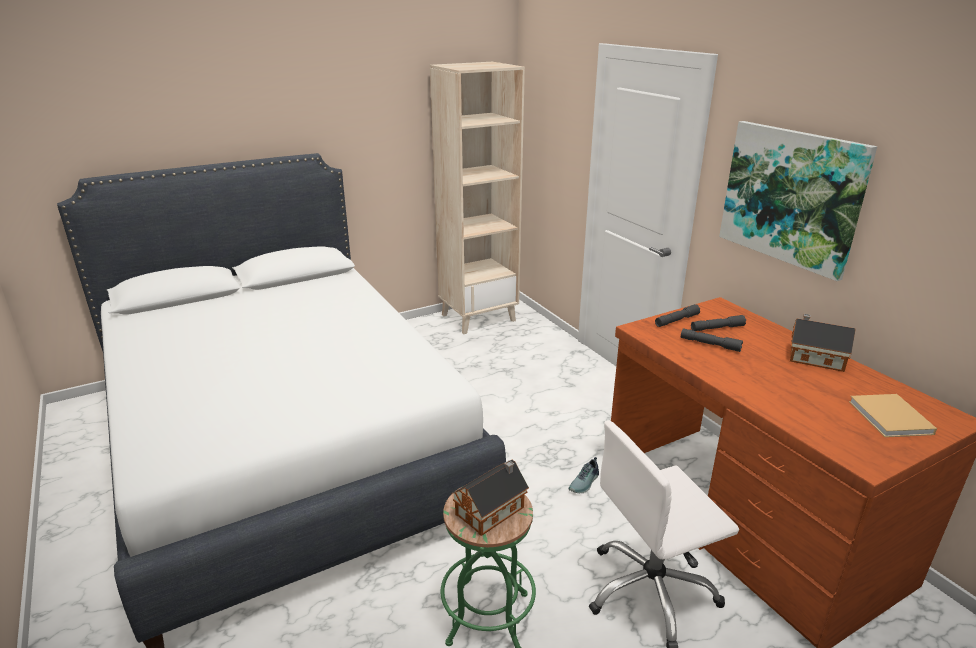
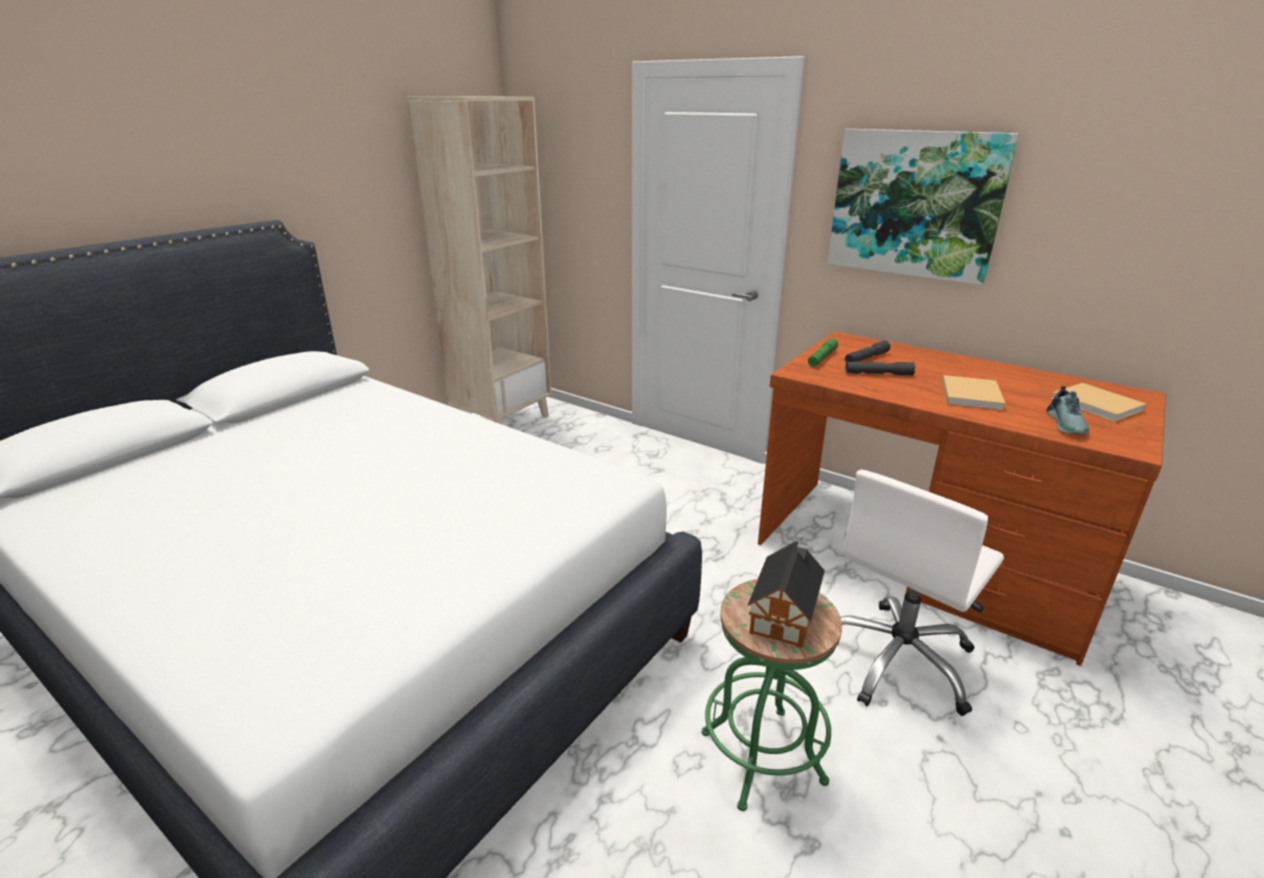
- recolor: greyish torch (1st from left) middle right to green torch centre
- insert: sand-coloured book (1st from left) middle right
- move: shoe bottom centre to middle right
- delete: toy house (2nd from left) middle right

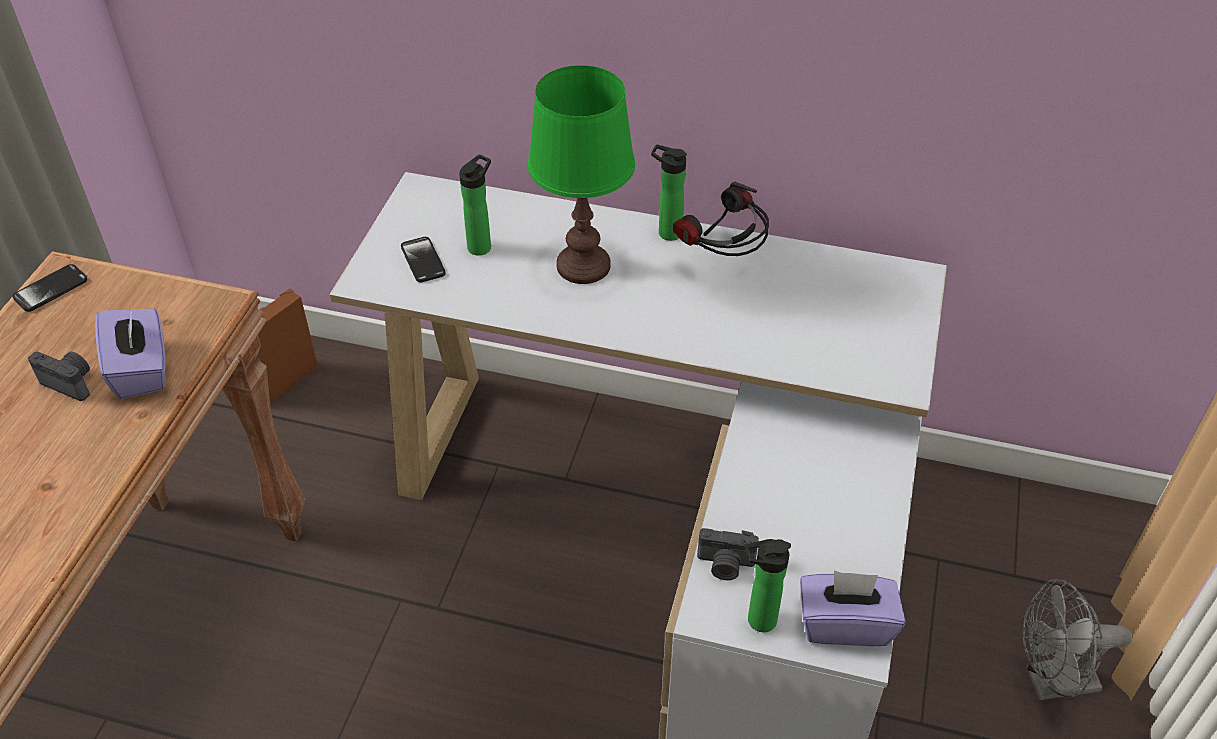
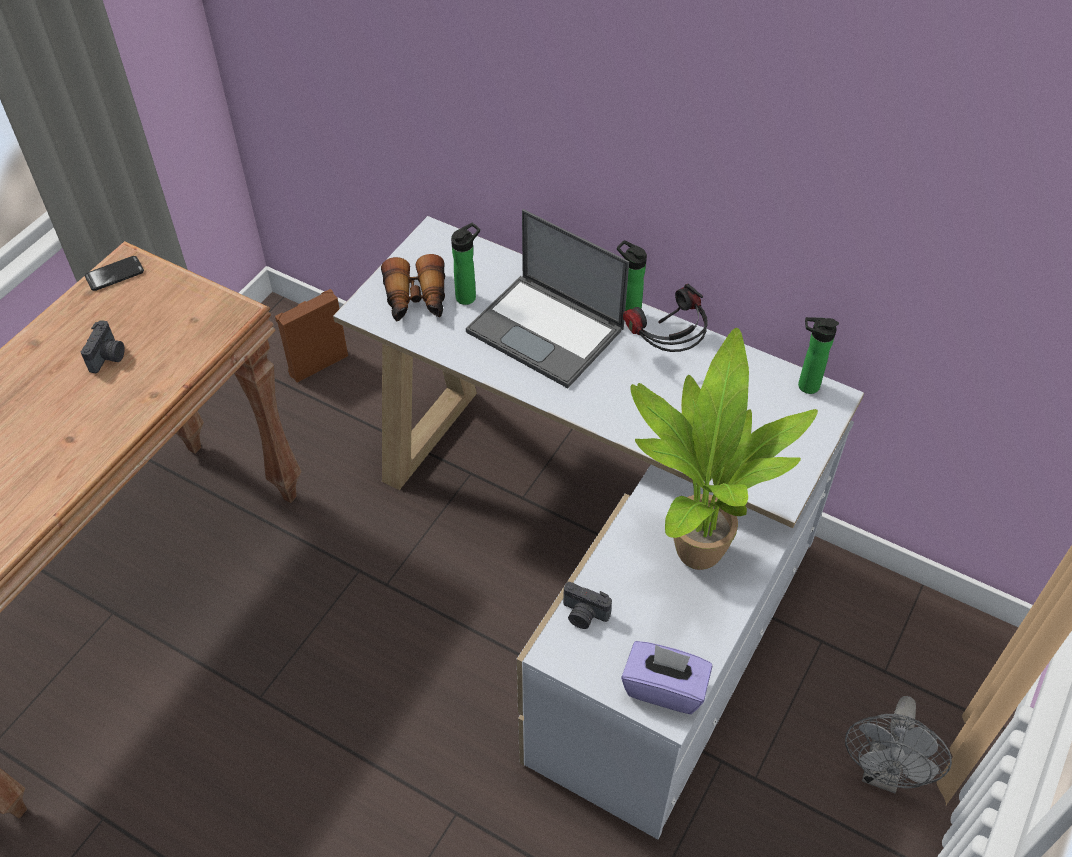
- rotate: still camera (1st from left) middle left = middle left 60 degrees clockwise
- replace: handset (2nd from left) centre to binoculars centre
- replace: green tabletop lamp top centre to notebook computer centre
- insert: plant in a pot middle right
- move: drink bottle (3rd from left) bottom centre to middle right
- rotate: greyish electric fan bottom right = bottom right 75 degrees counterclockwise
- delete: purple box of tissues (1st from left) middle left

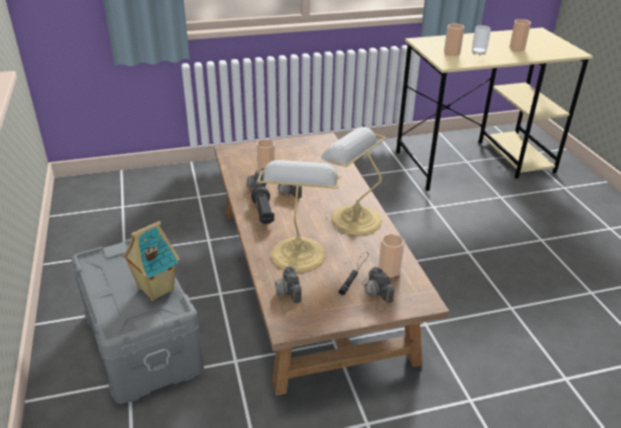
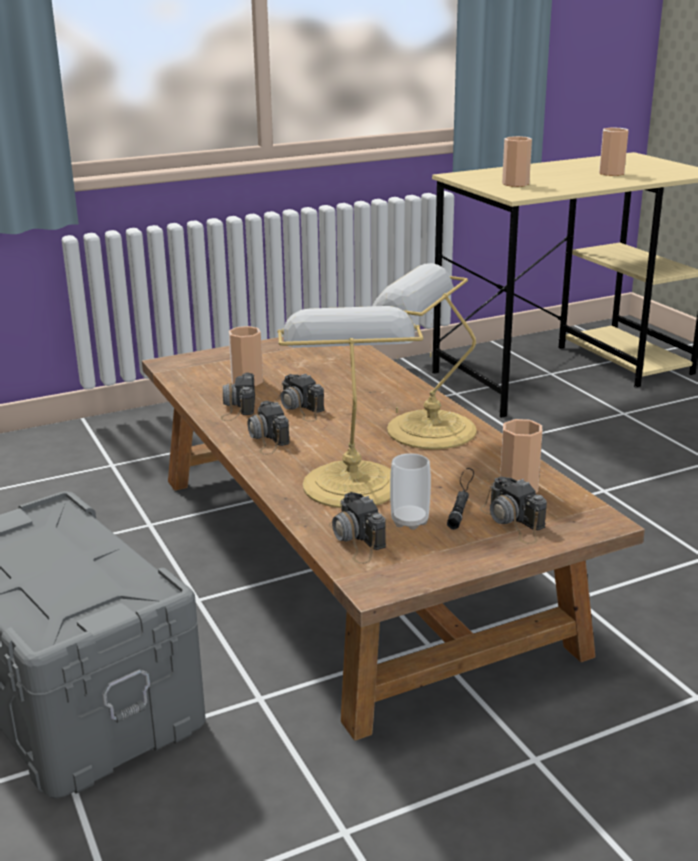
- replace: black-coloured torch (1st from left) centre to still camera (2nd from left) centre
- move: small cup (4th from left in the first image) top right to small cup (2nd from left) centre
- delete: toy house middle left

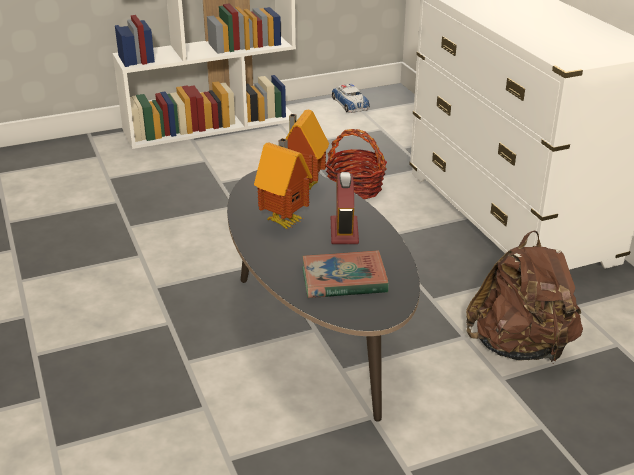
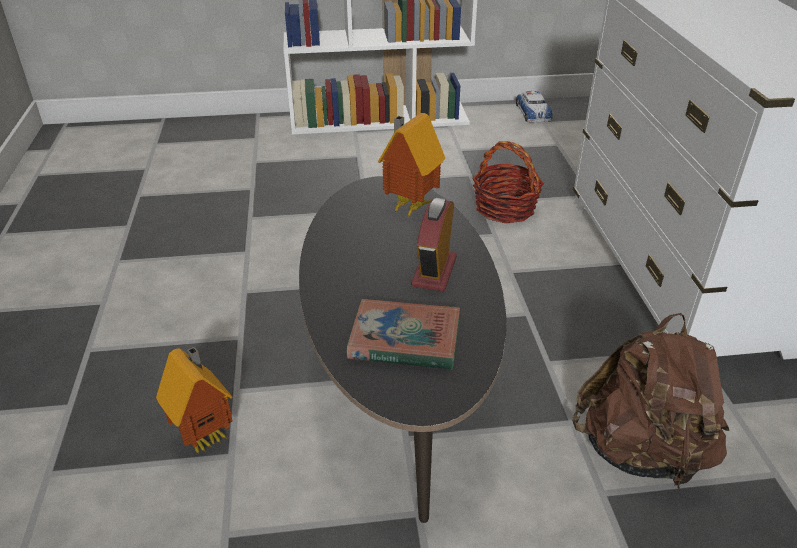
- move: toy house (1st from left) centre to bottom left

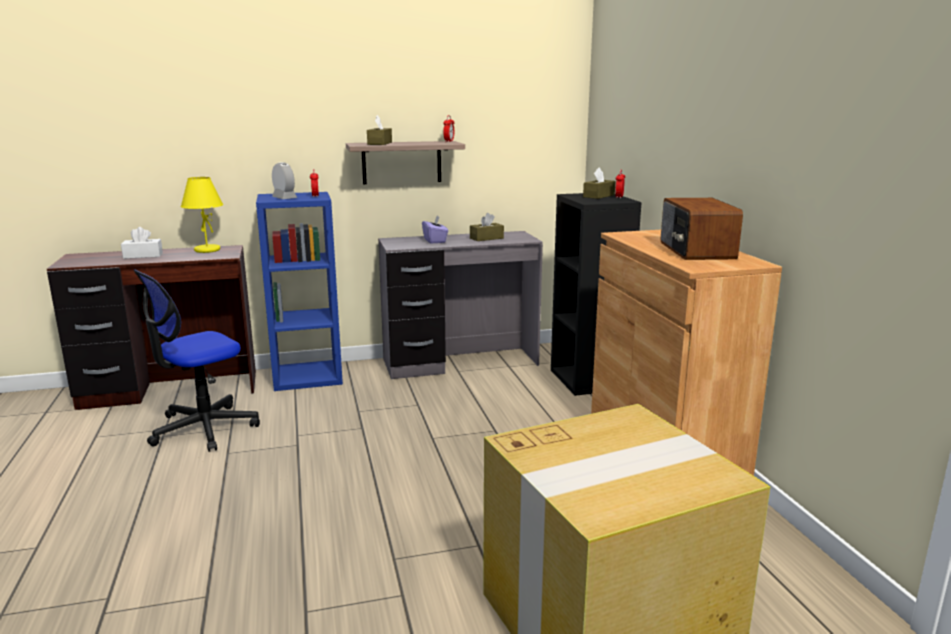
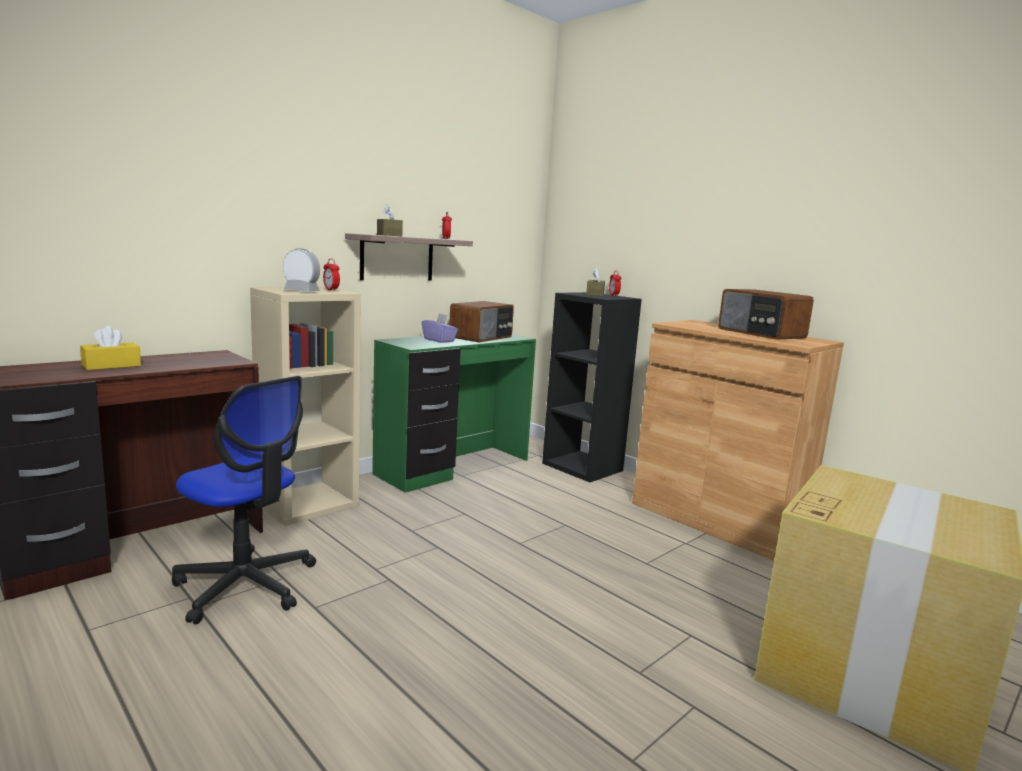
- recolor: white-coloured box of tissues middle left to yellowish box of tissues middle left
- rotate: office chair middle left = middle left 75 degrees counterclockwise
- recolor: blue shelving unit middle left to sand-coloured shelving unit middle left
- recolor: greyish desk centre to green desk centre
- replace: brown-coloured box of tissues (2nd from left) centre to radio receiver (1st from left) centre
- delete: yellowish tabletop lamp middle left

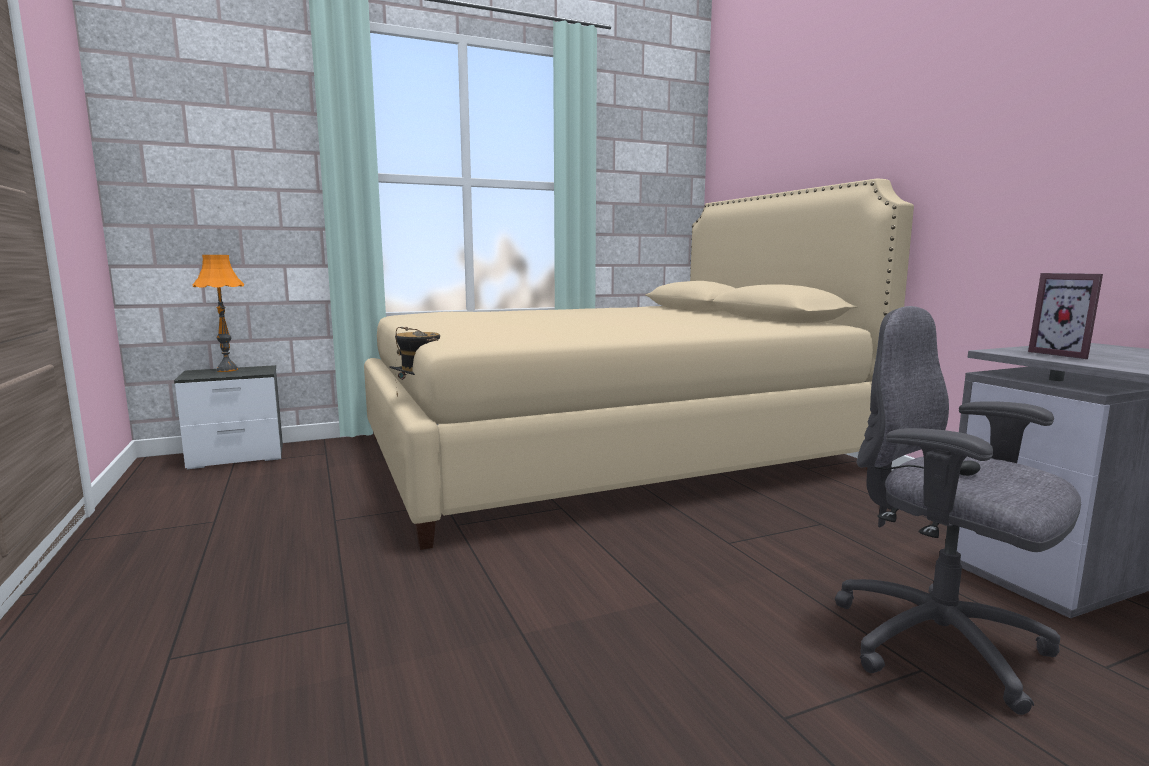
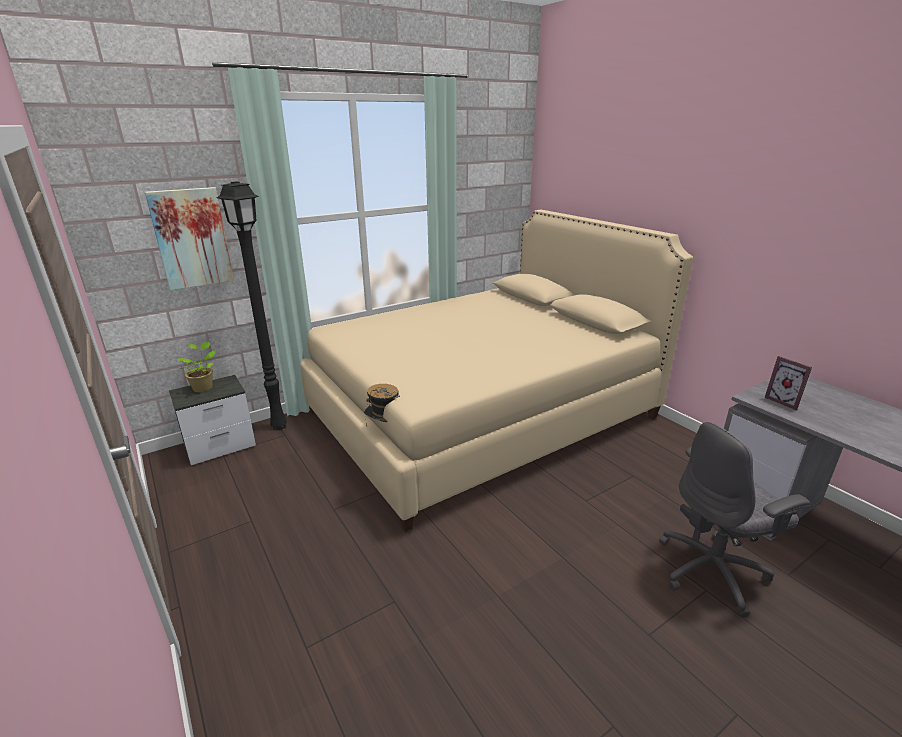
- insert: picture top left
- replace: orange tabletop lamp middle left to plant in a pot middle left
- insert: black-coloured floor lamp middle left
- rotate: greyish office chair middle right = bottom right 60 degrees counterclockwise

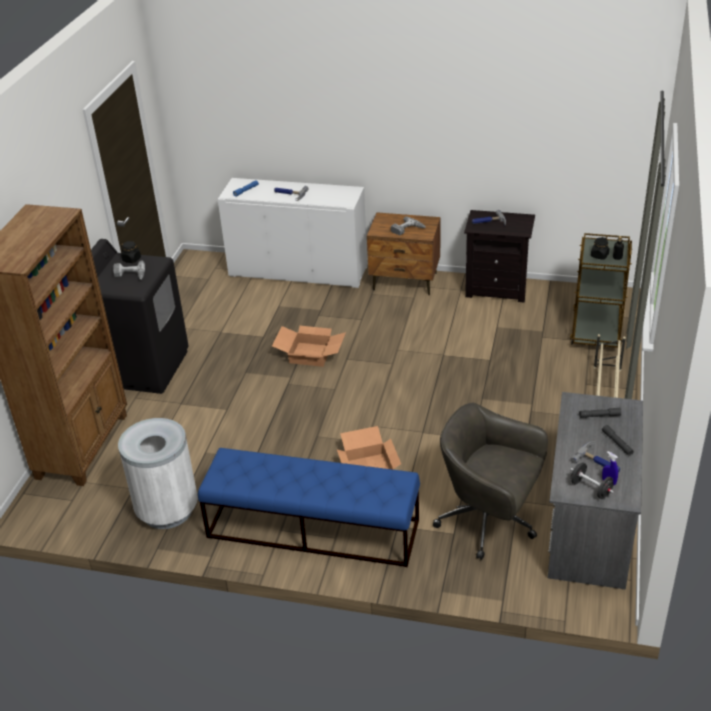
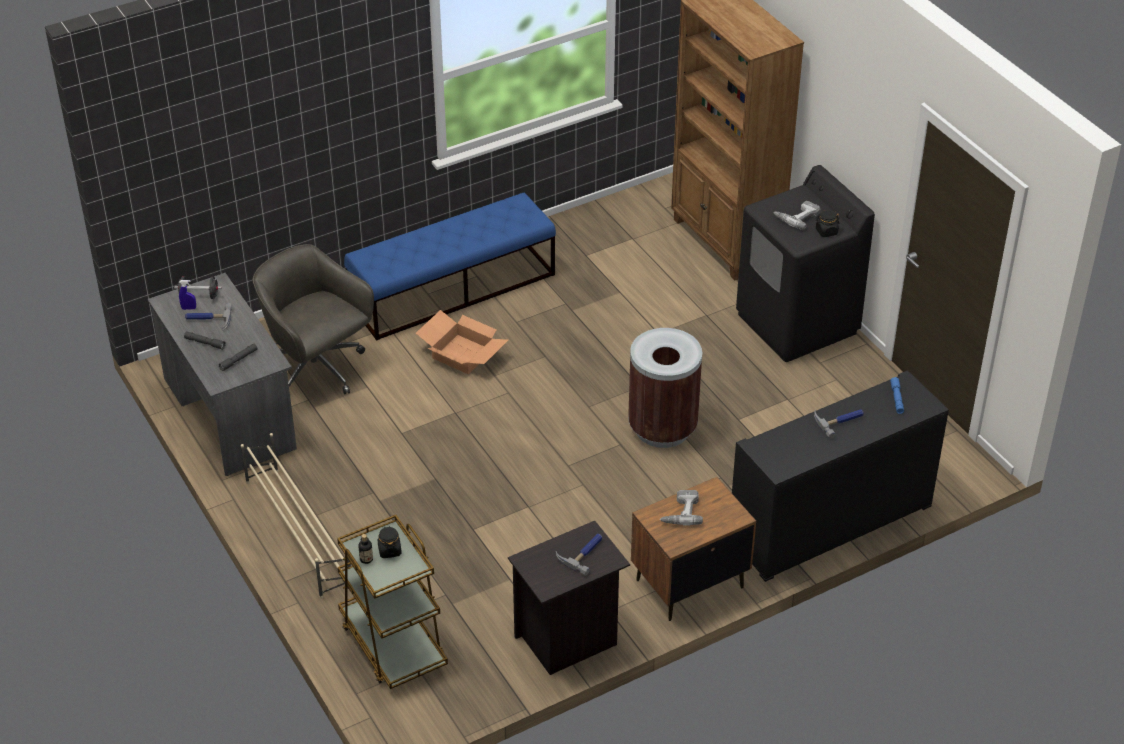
- rotate: greyish office chair bottom right = middle left 120 degrees counterclockwise
- replace: cardboard box (1st from left) centre to brown-coloured waste bin centre
- recolor: white-coloured cupboard top centre to black-coloured cupboard middle right
- delete: white-coloured waste bin middle left

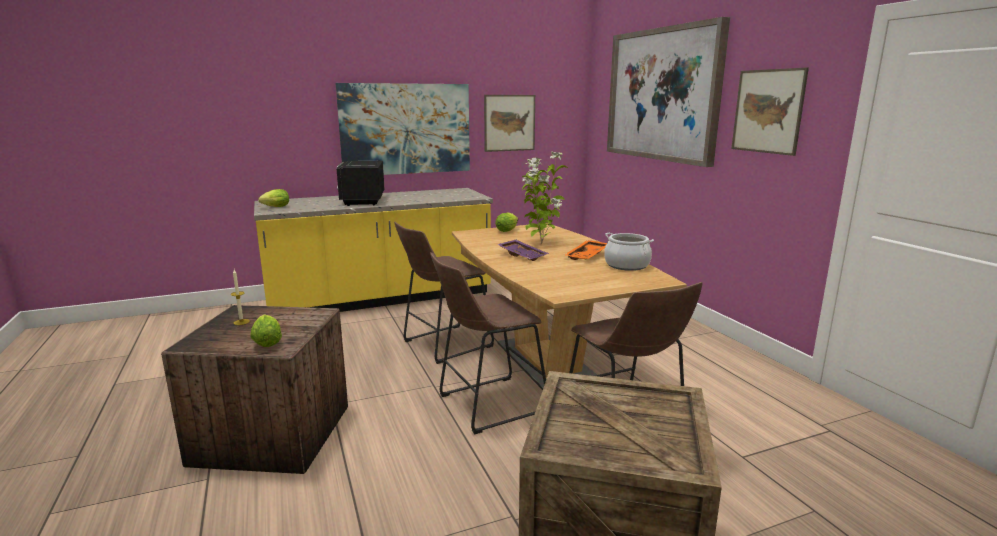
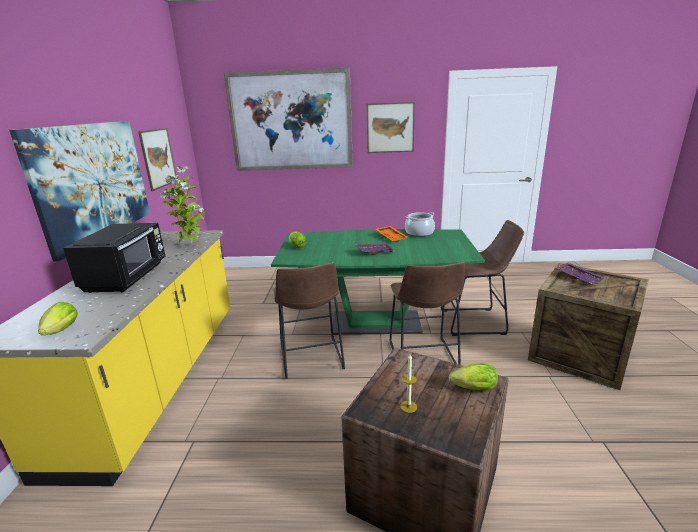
- rotate: black-coloured microwave centre = middle left 105 degrees counterclockwise
- move: plant in a pot centre to middle left
- recolor: brown-coloured dining table centre to green dining table centre
- insert: purple tray (2nd from left) middle right

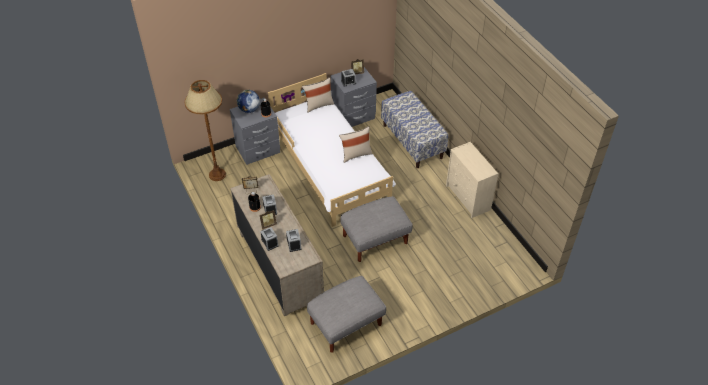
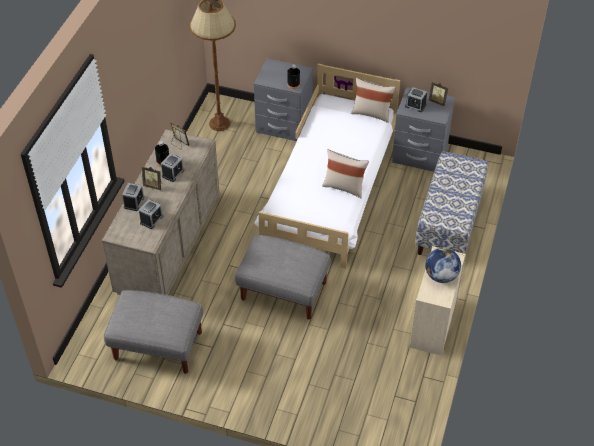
- move: globe top centre to middle right

